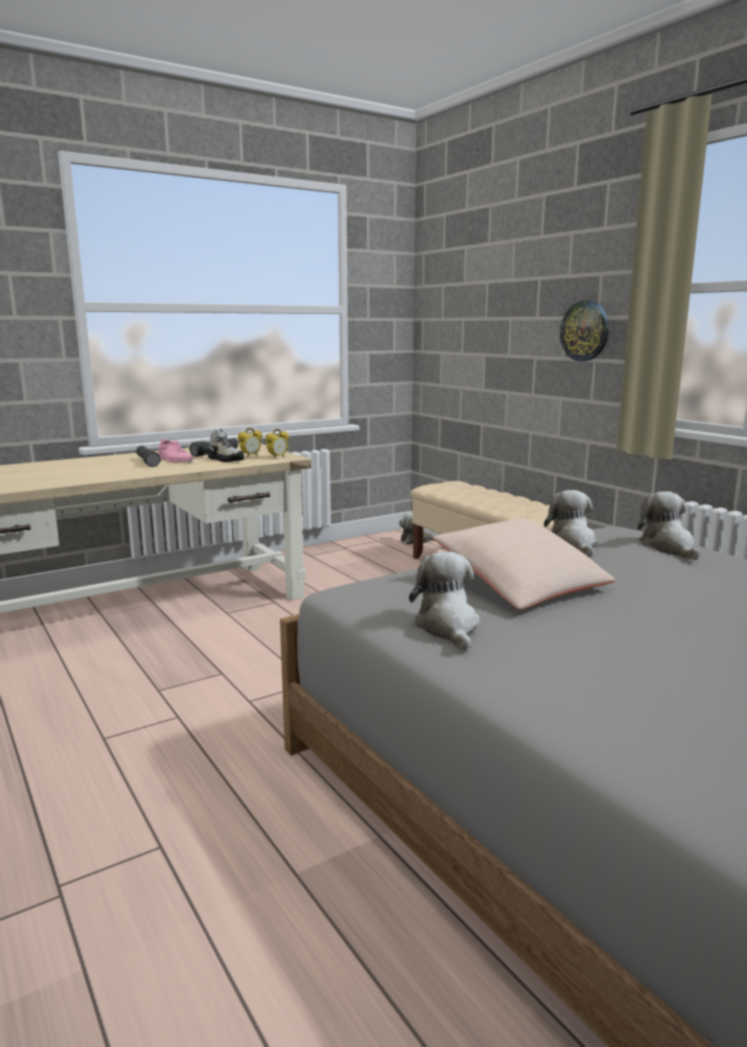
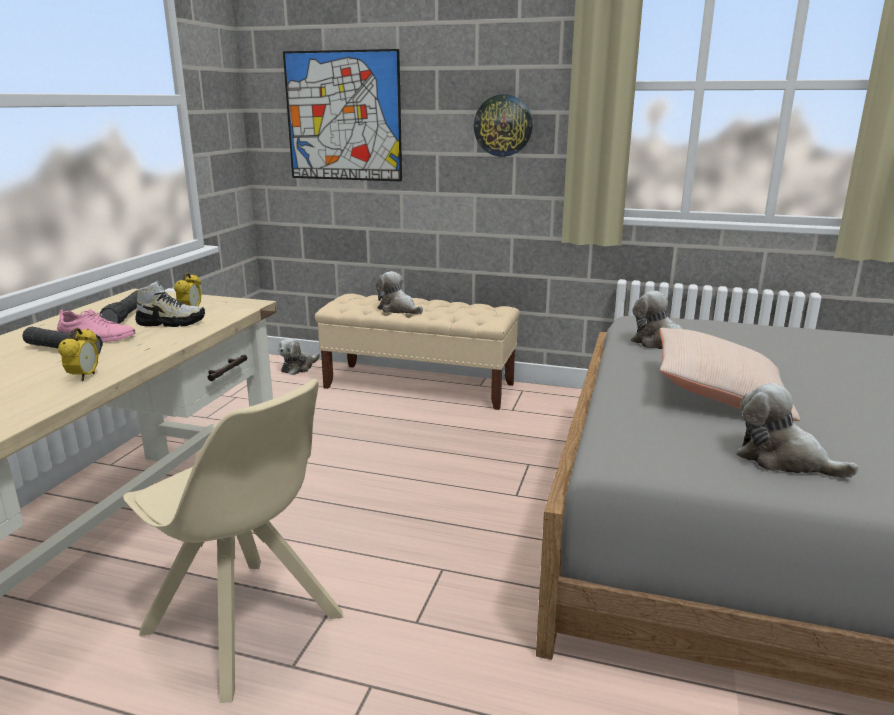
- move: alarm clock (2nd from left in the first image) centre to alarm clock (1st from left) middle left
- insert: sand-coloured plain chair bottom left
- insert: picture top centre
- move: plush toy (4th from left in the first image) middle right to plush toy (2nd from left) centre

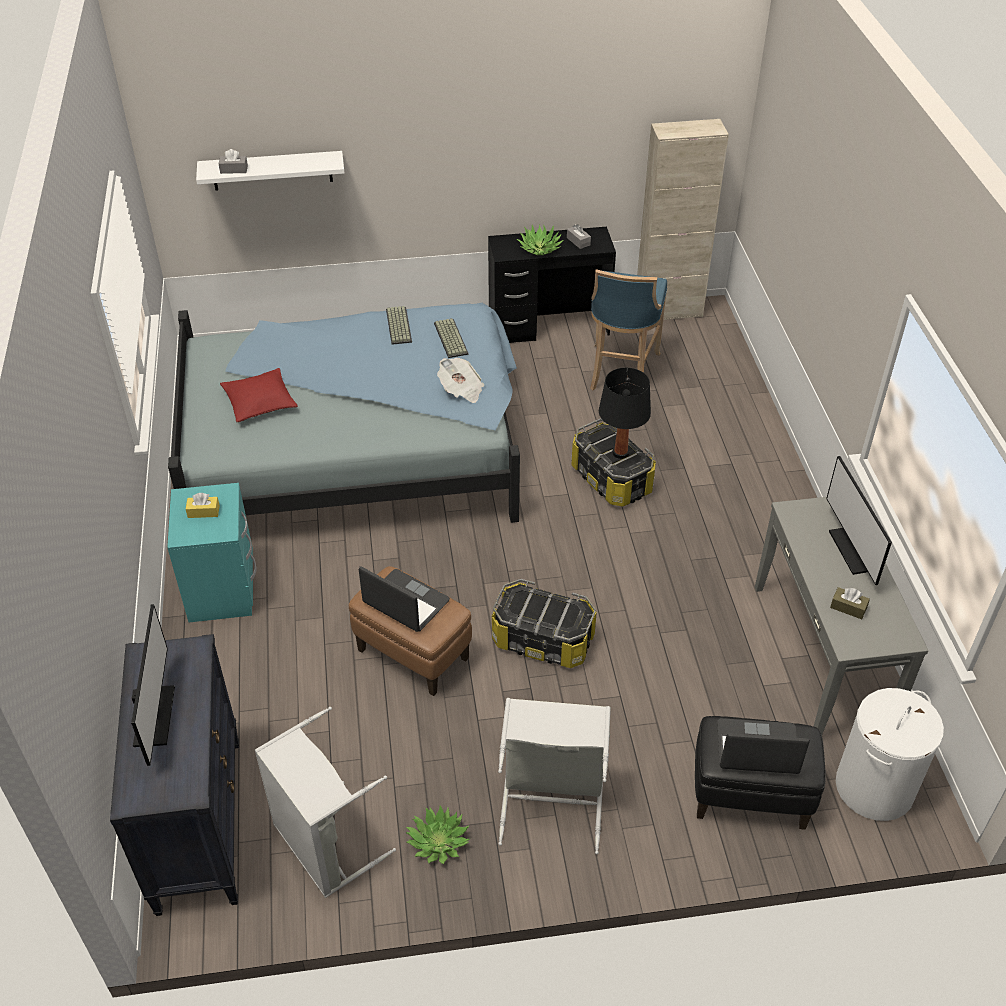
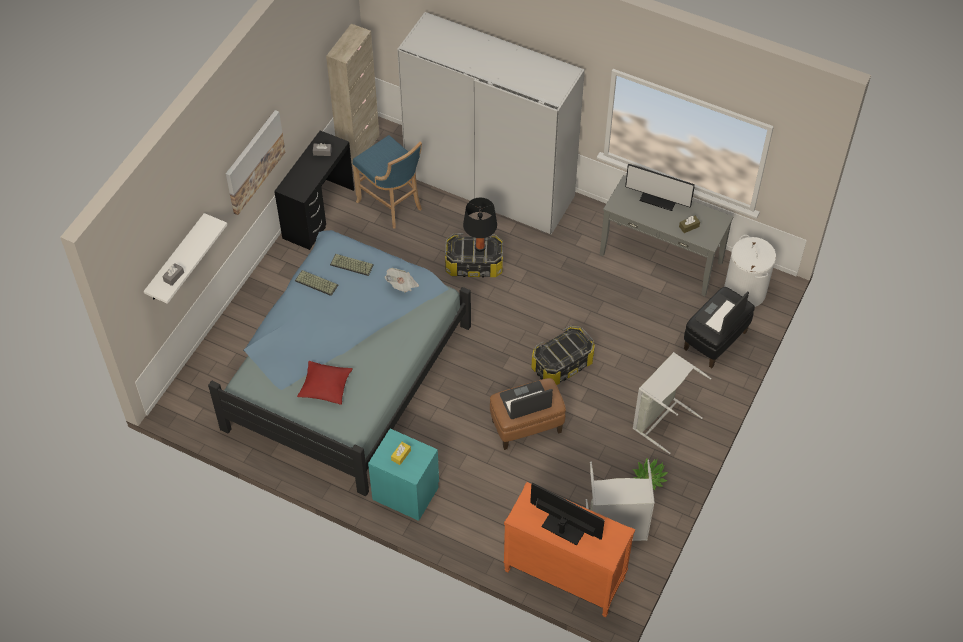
- insert: picture top left
- insert: white-coloured armoire top centre
- recolor: black-coloured chest of drawers bottom left to orange chest of drawers bottom centre
- delete: plant in a pot (2nd from left) top centre

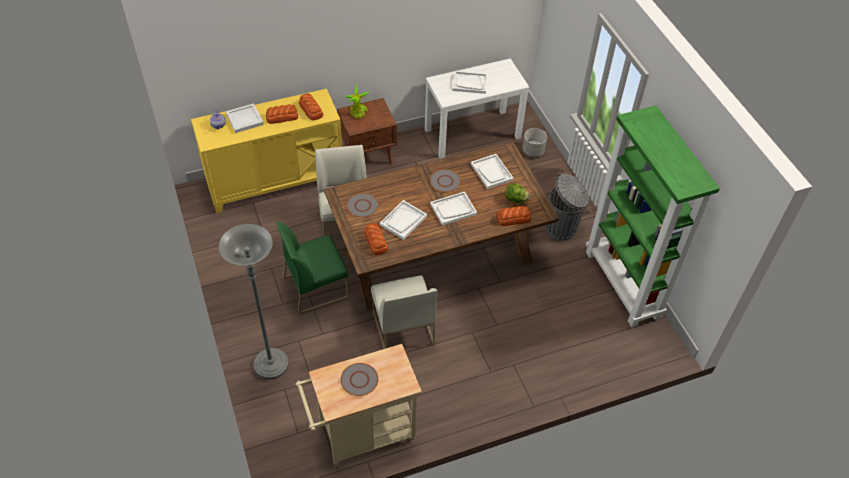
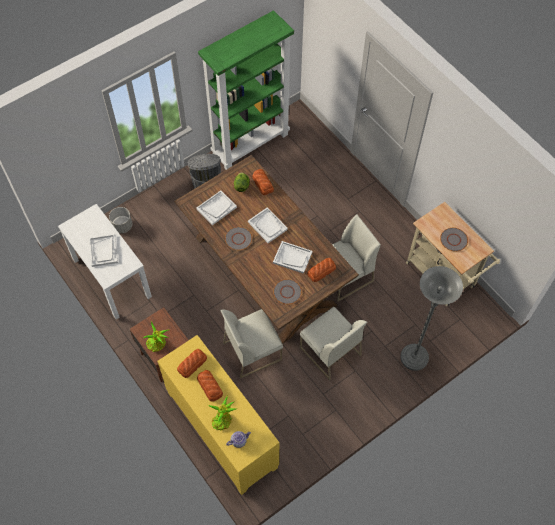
- replace: white-coloured tray (1st from left) top left to plant in a pot (2nd from left) bottom centre
- recolor: green plain chair centre to white-coloured plain chair (2nd from left) centre

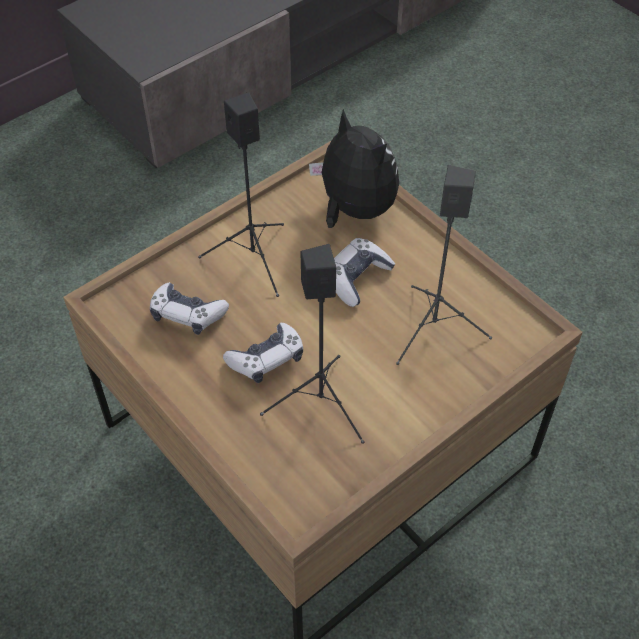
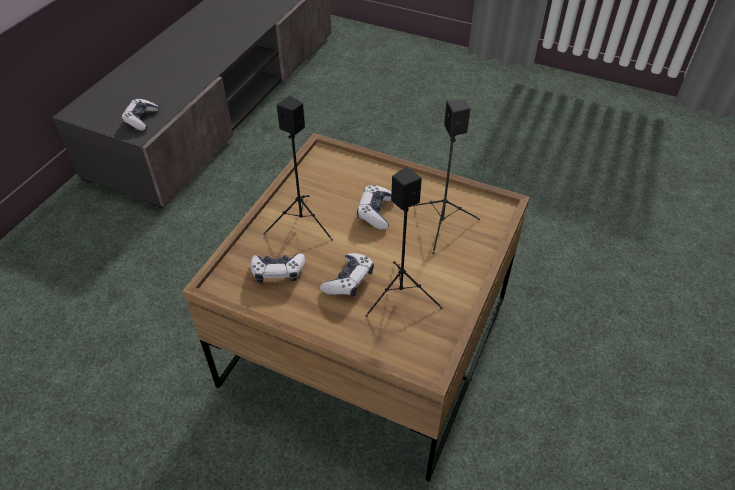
- insert: gamepad (1st from left) top left
- delete: plush toy top centre

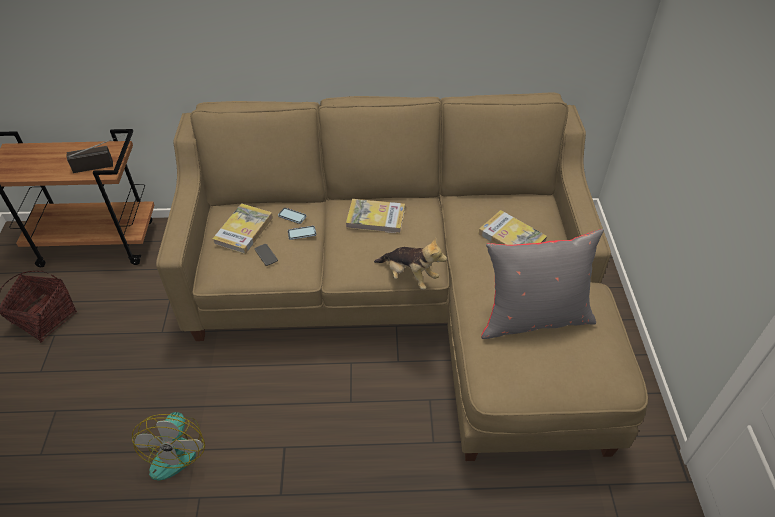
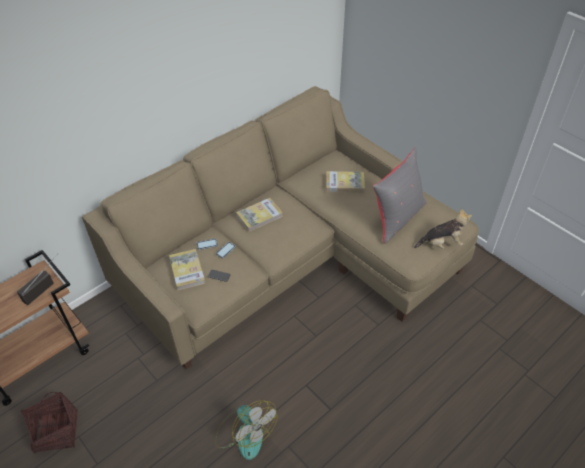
- move: plush toy centre to middle right

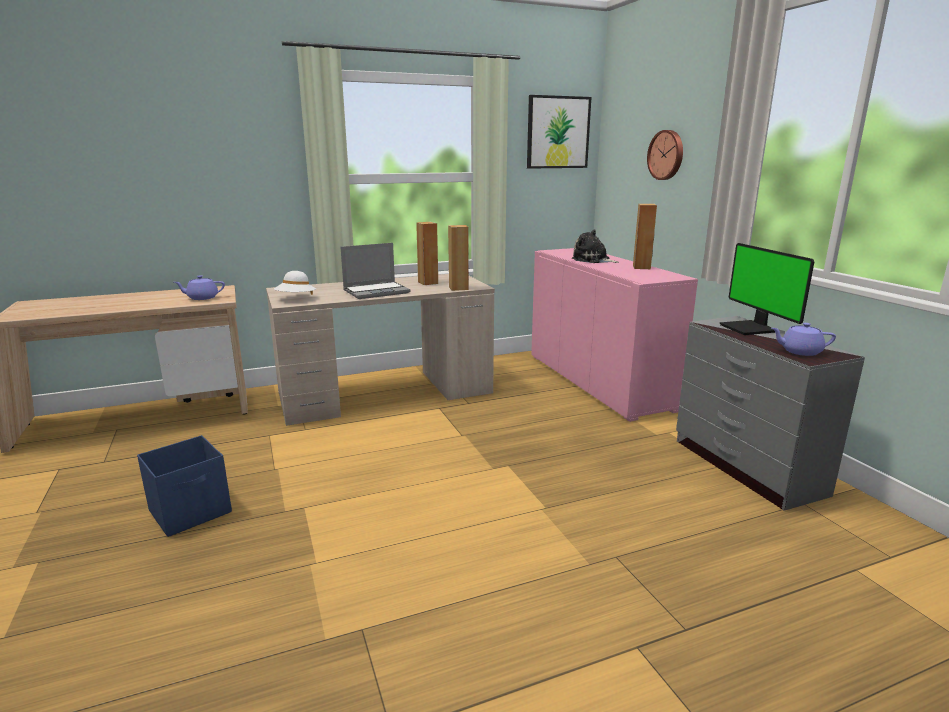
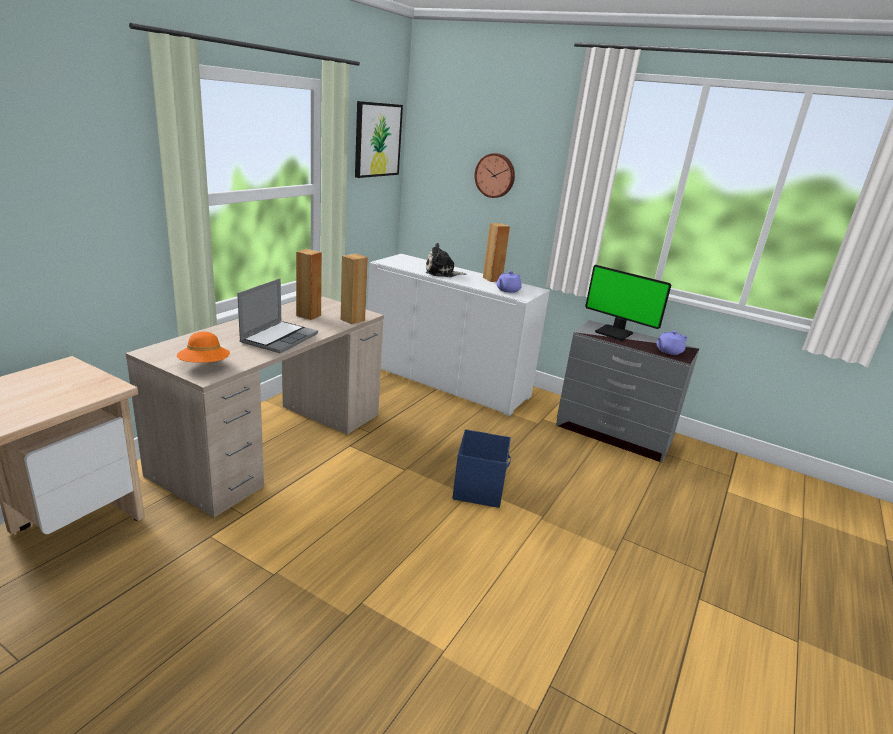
- recolor: white-coloured hat middle left to orange hat middle left
- recolor: pink-coloured cupboard centre to white-coloured cupboard centre
- move: blue storage container bottom left to centre
- move: purple tea pot (1st from left) middle left to centre

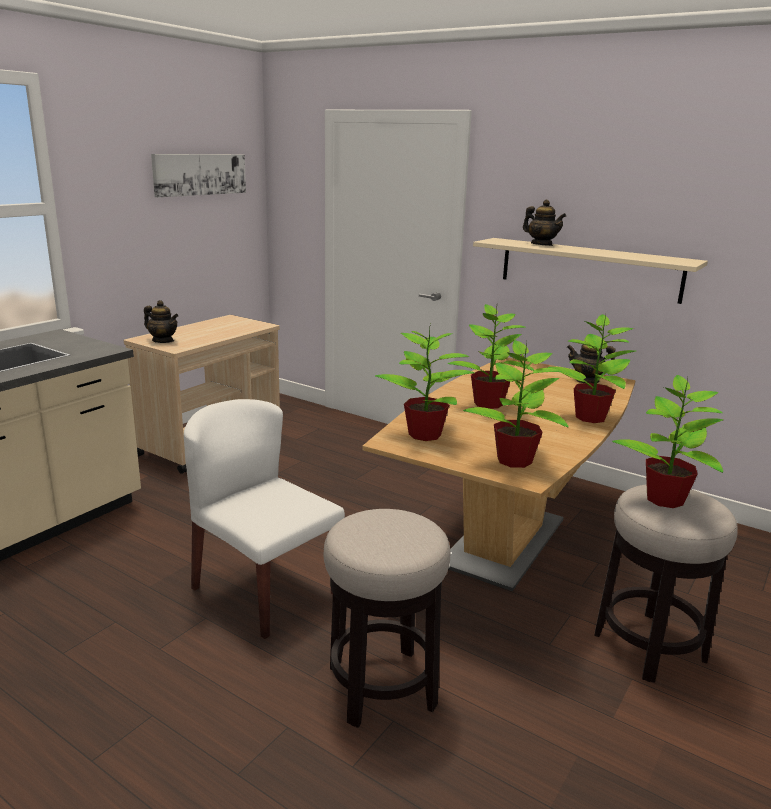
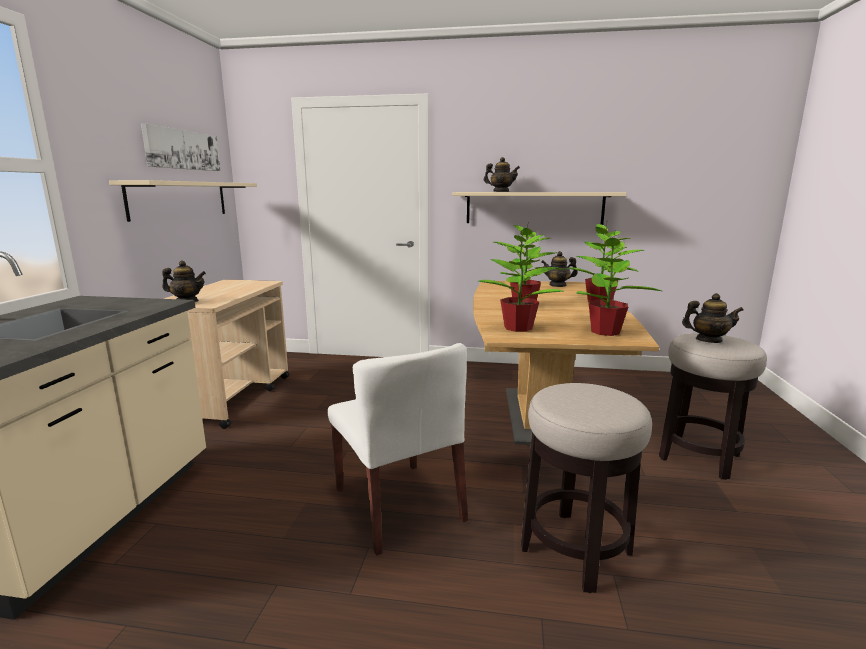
- insert: sand-coloured shelf (1st from left) top left
- rotate: white-coloured plain chair centre = bottom centre 135 degrees counterclockwise
- replace: plant in a pot (5th from left) middle right to tea pot (4th from left) middle right

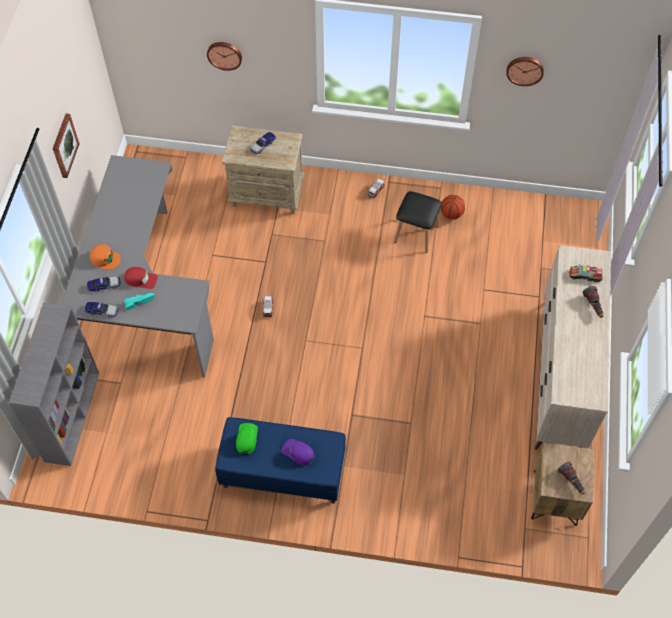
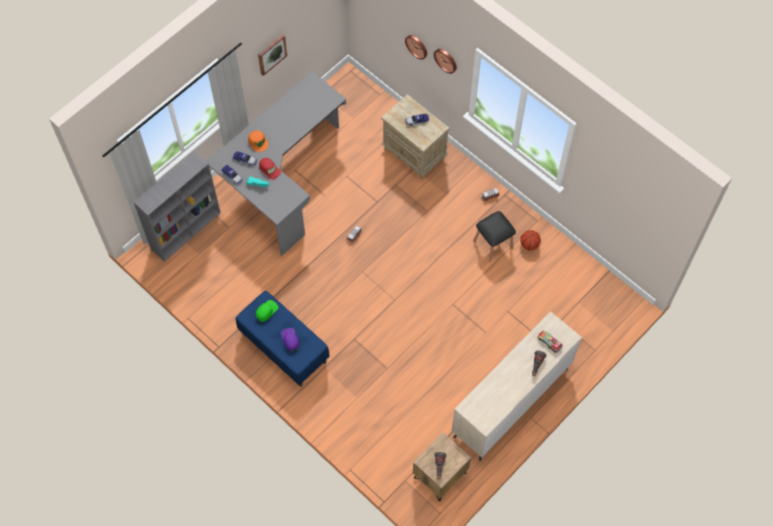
- move: wall clock (2nd from left) top right to top centre

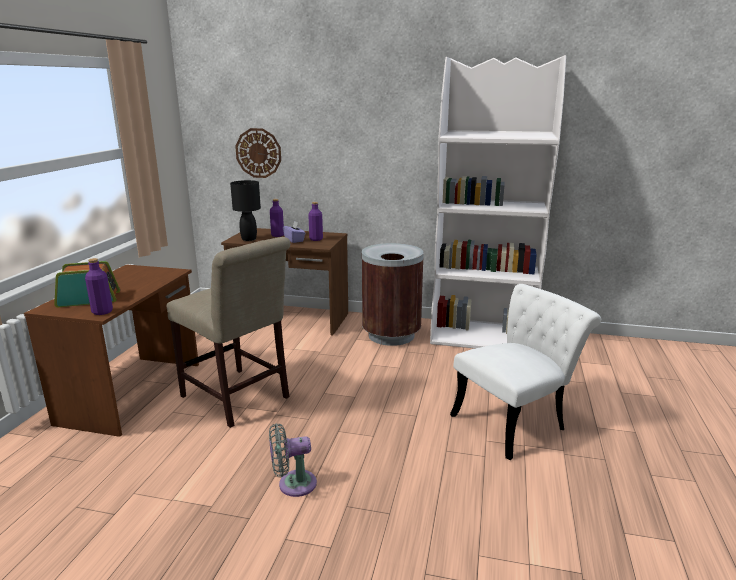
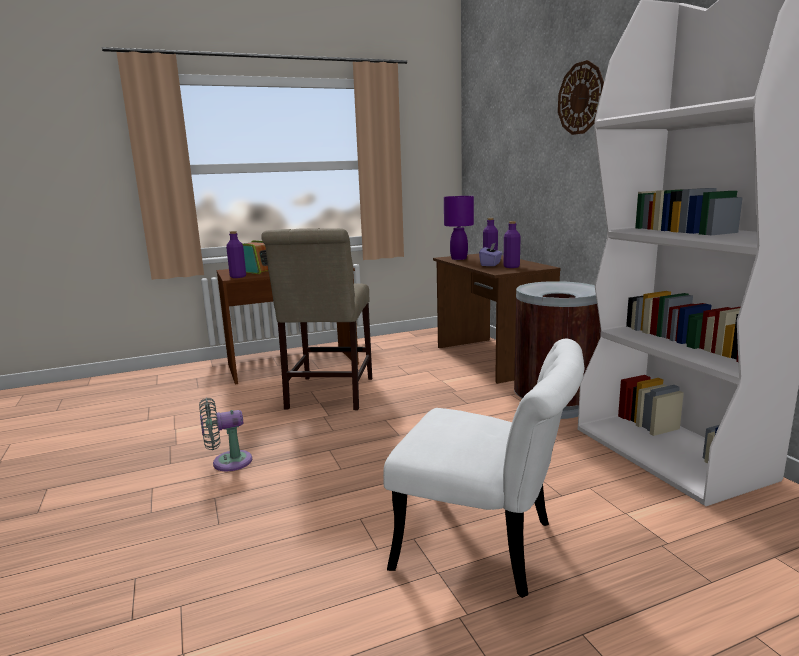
- rotate: greyish electric fan bottom centre = middle left 60 degrees counterclockwise
- recolor: black-coloured tabletop lamp middle left to purple tabletop lamp centre
- move: wall clock top centre to top right

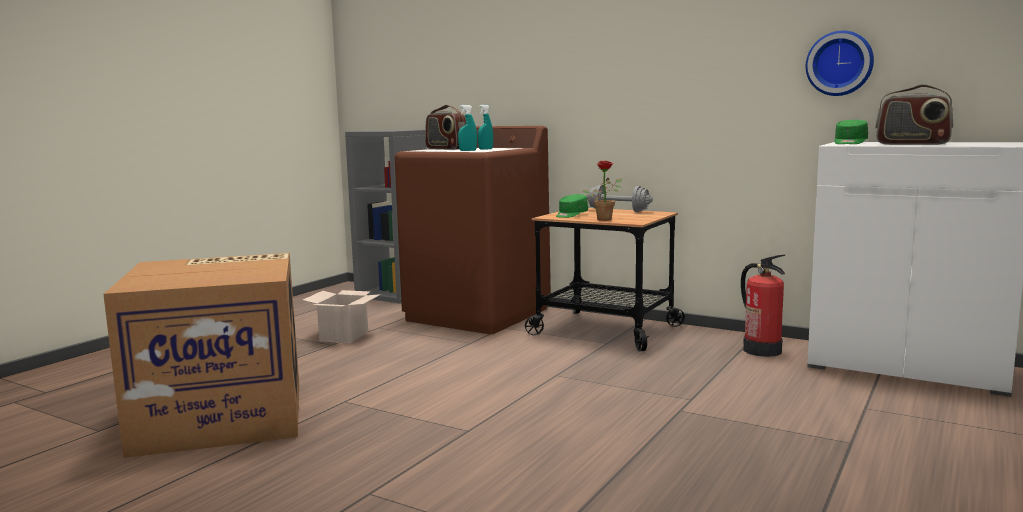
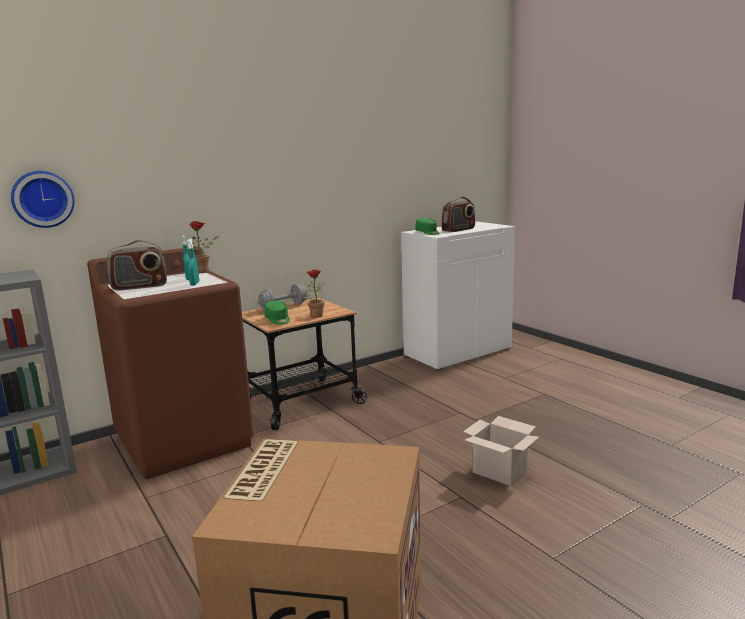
- move: wall clock top right to top left
- insert: plant in a pot (1st from left) middle left
- move: cardboard box (2nd from left) centre to bottom right
- delete: extinguisher middle right

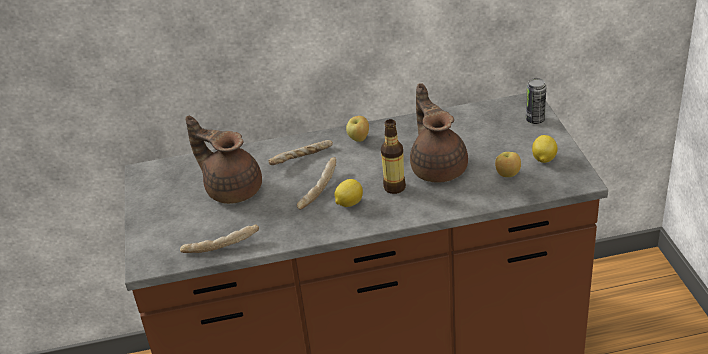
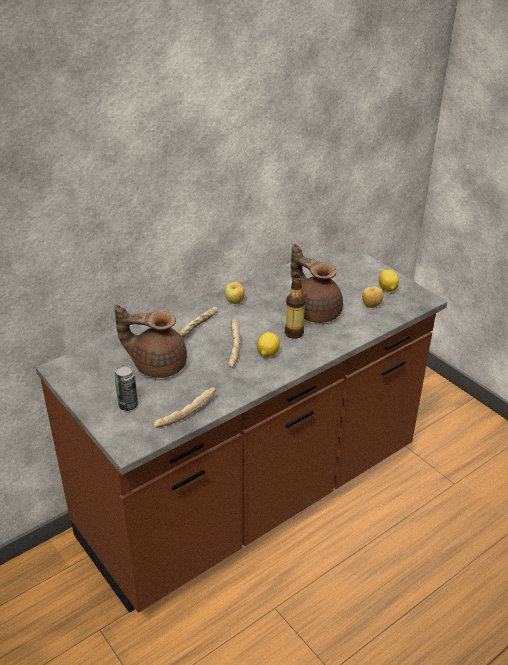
- move: sealed can top right to middle left

